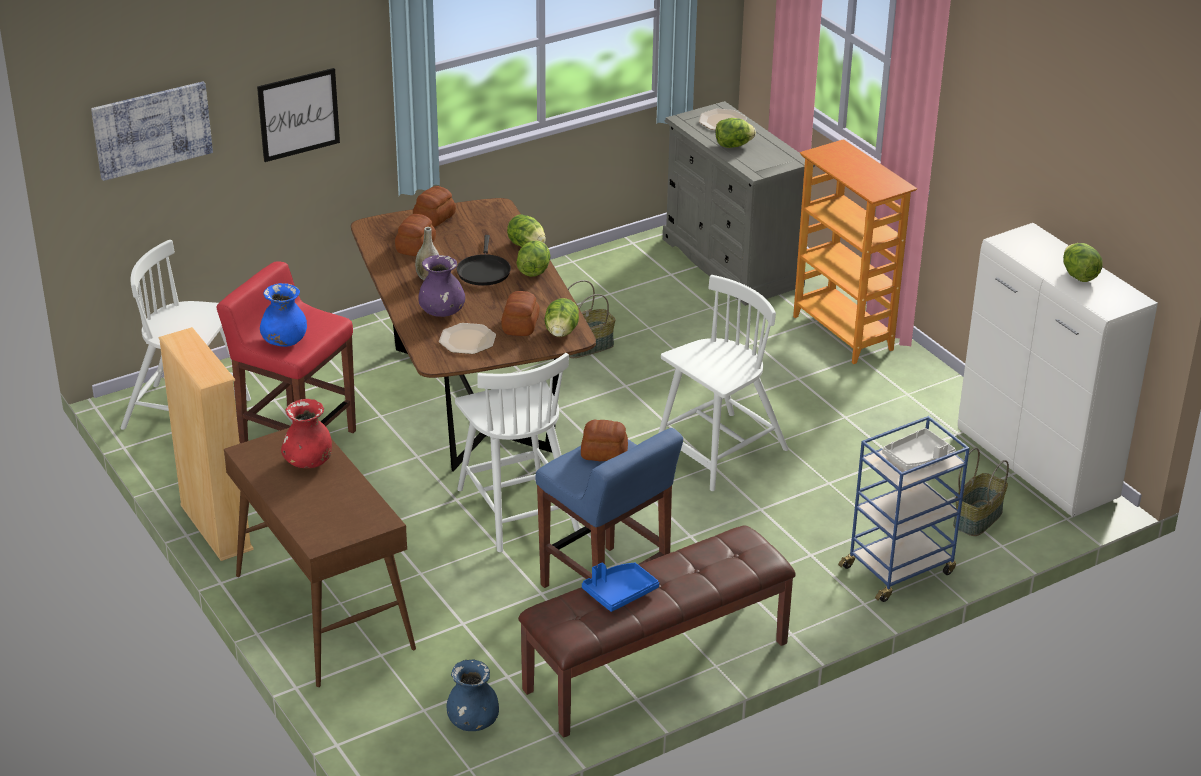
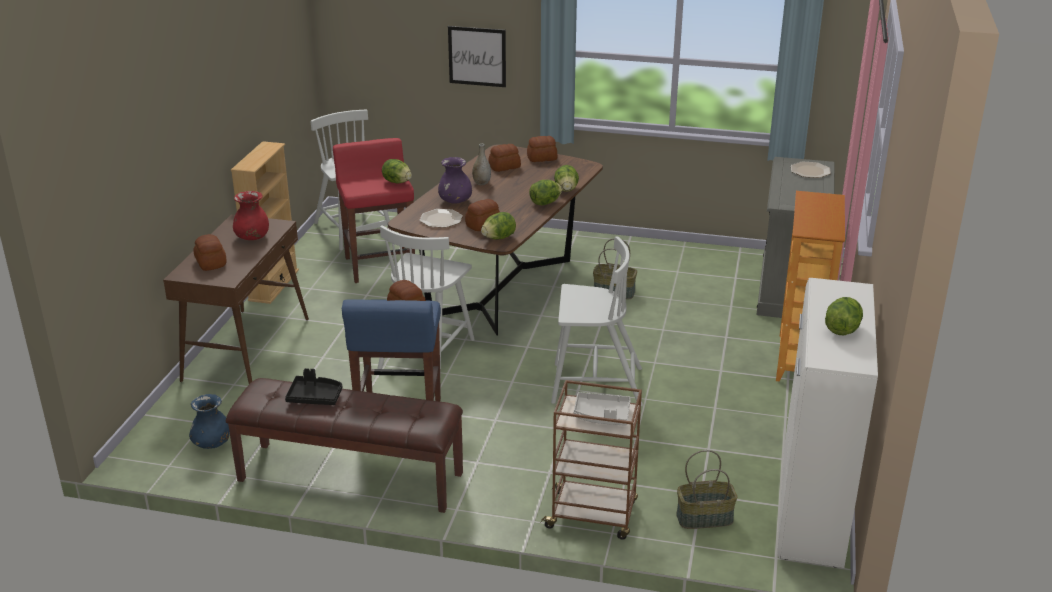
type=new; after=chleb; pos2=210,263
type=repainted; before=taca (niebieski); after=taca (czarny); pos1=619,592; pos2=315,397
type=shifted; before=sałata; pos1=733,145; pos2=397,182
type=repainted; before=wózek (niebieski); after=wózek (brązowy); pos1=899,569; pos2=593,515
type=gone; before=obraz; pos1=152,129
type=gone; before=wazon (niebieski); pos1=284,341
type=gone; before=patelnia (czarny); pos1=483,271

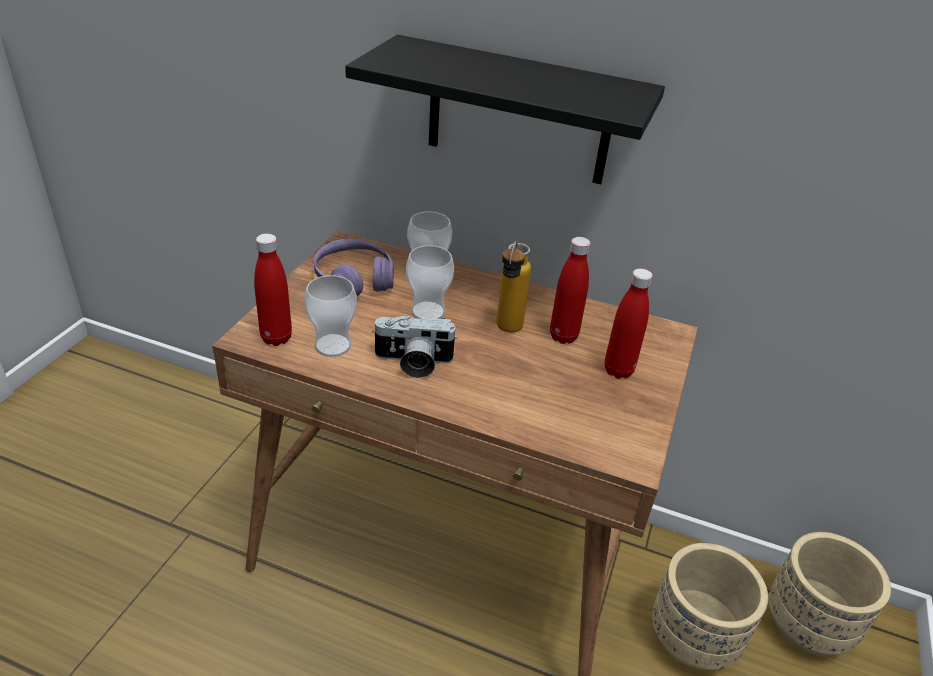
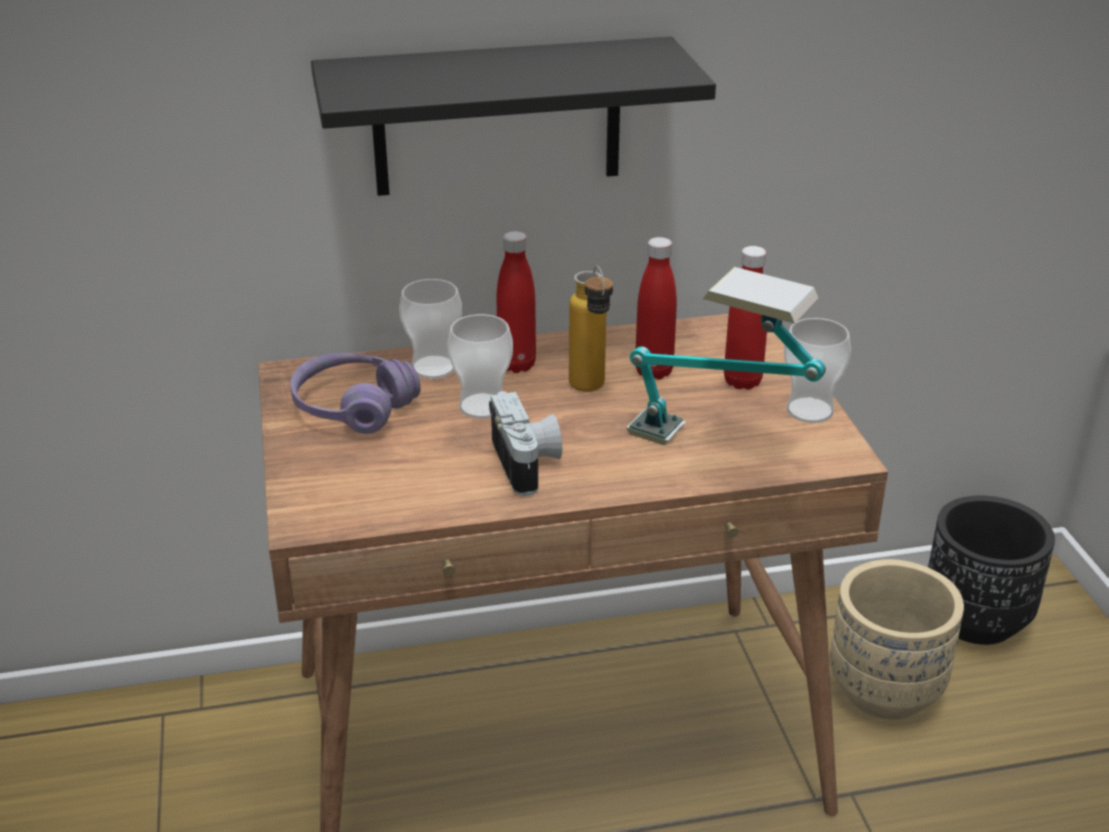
type=rotated; before=aparat fotograficzny; pos1=413,362; pos2=529,464; turn=-75
type=shifted; before=butelka (czerwony); pos1=276,338; pos2=517,365
type=new; after=lampa stołowa; pos2=718,450
type=shifted; before=filiżanka; pos1=332,345; pos2=809,411
type=repainted; before=donica (beżowy); after=donica (czarny); pos1=806,626; pos2=975,619

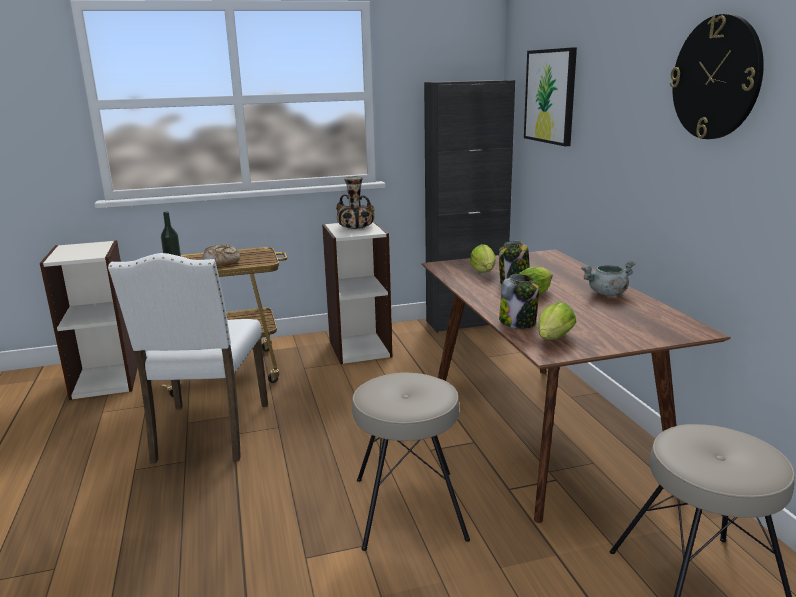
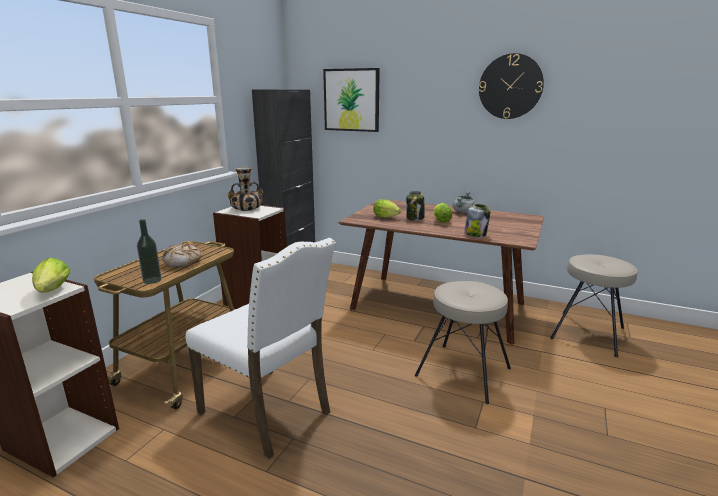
type=shifted; before=sałata; pos1=553,340; pos2=52,291

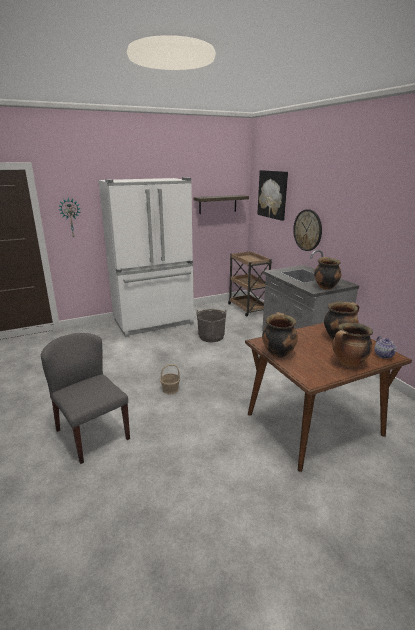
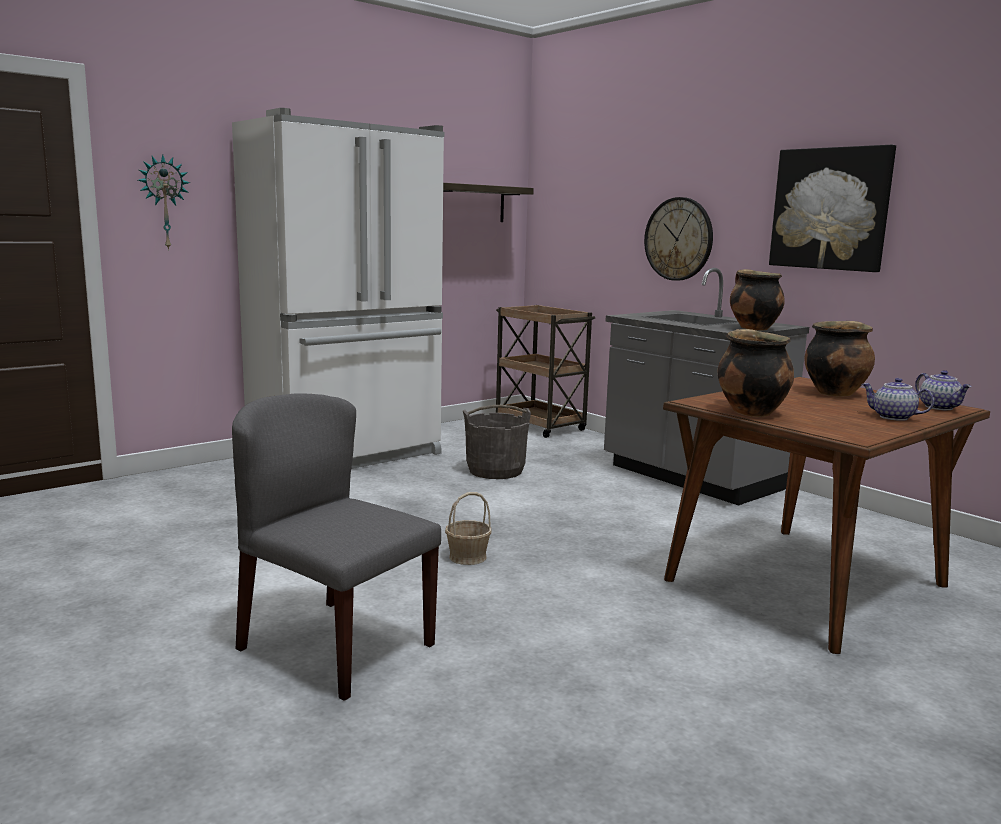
type=shifted; before=obraz; pos1=273,194; pos2=830,209
type=swapped; before=garnek; after=imbryk; pos1=348,363; pos2=892,417

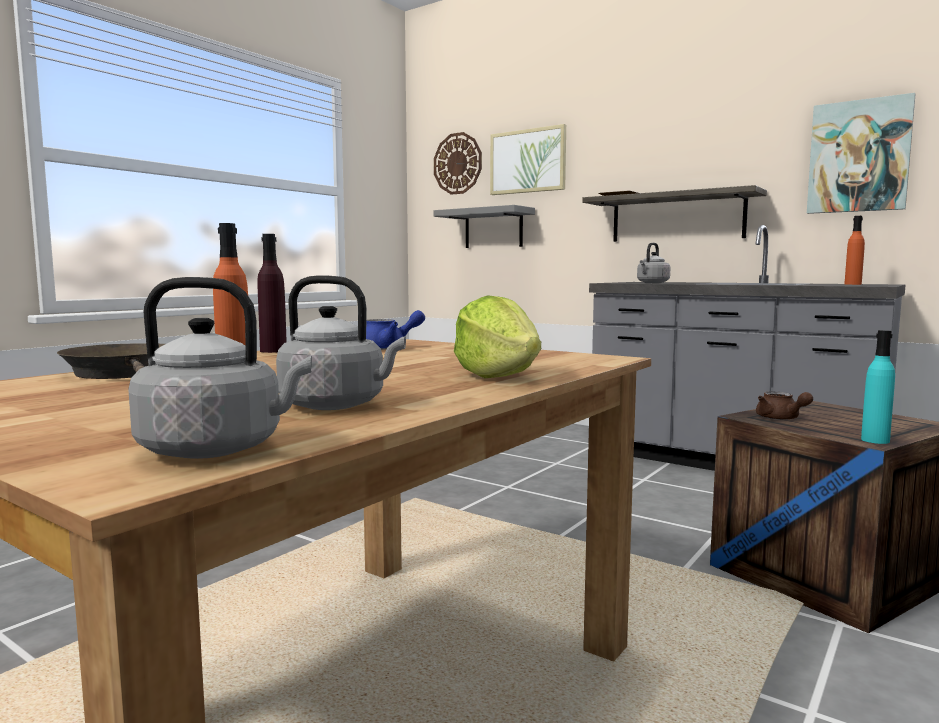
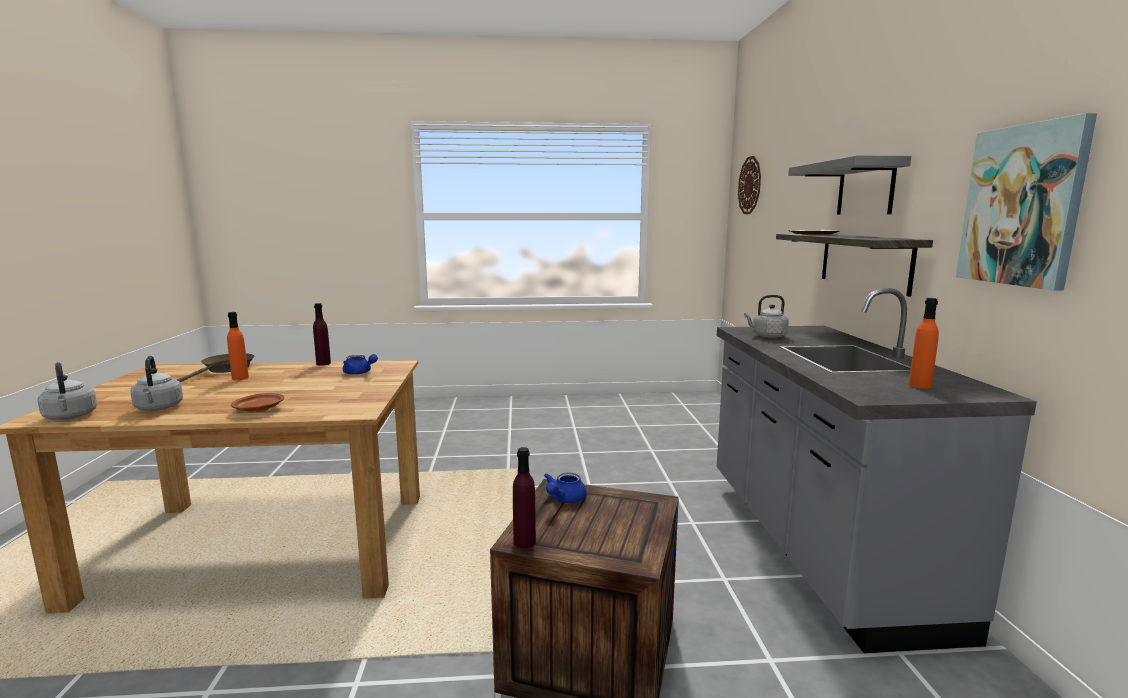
type=swapped; before=sałata; after=talerz (brązowy); pos1=498,376; pos2=259,409
type=repainted; before=butelka (turkusowy); after=butelka (fioletowy); pos1=875,440; pos2=524,542
type=repainted; before=imbryk (brązowy); after=imbryk (niebieski); pos1=780,418; pos2=564,499
type=shifted; before=półka (szary); pos1=493,228; pos2=865,188
type=gone; before=obraz; pos1=528,161

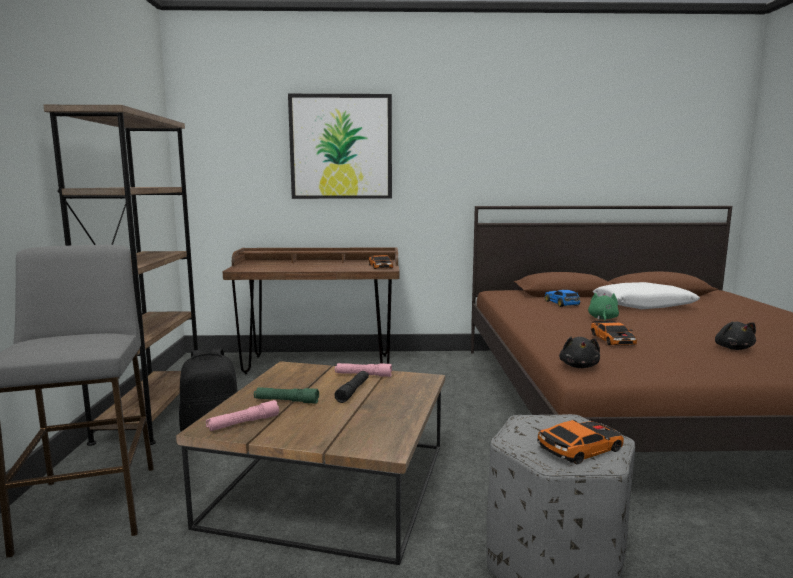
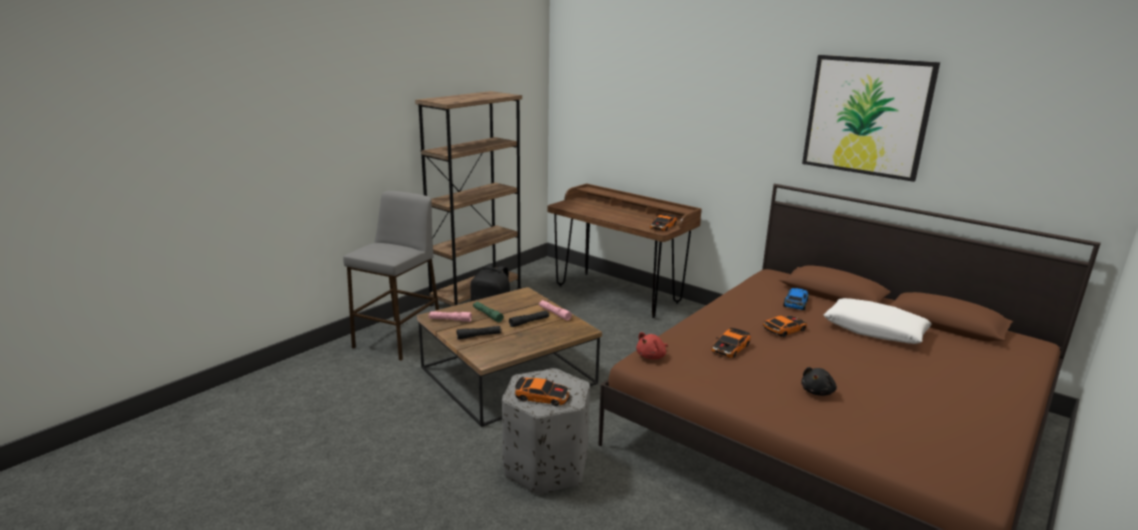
type=new; after=latarka (czarny); pos2=479,336
type=repainted; before=pluszak (czarny); after=pluszak (czerwony); pos1=579,366; pos2=652,356
type=swapped; before=pluszak (zielony); after=samochodzik; pos1=602,318; pos2=784,329
type=shifted; before=obraz; pos1=341,147; pos2=866,116

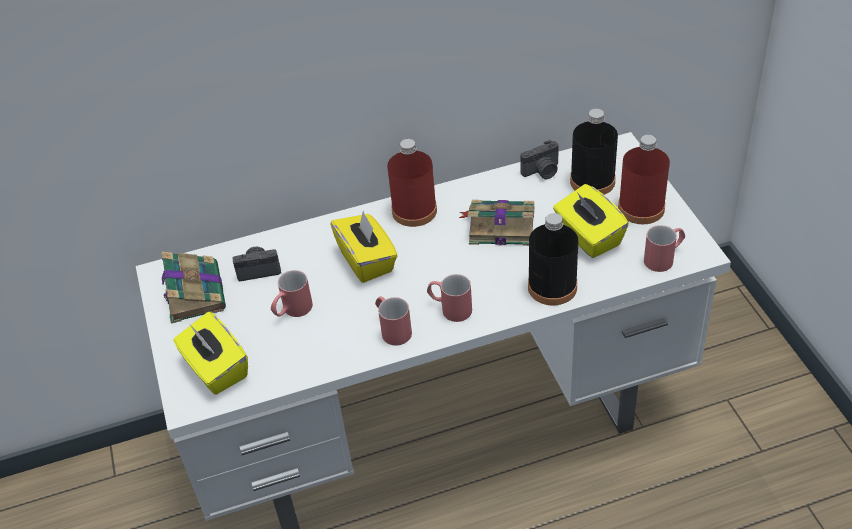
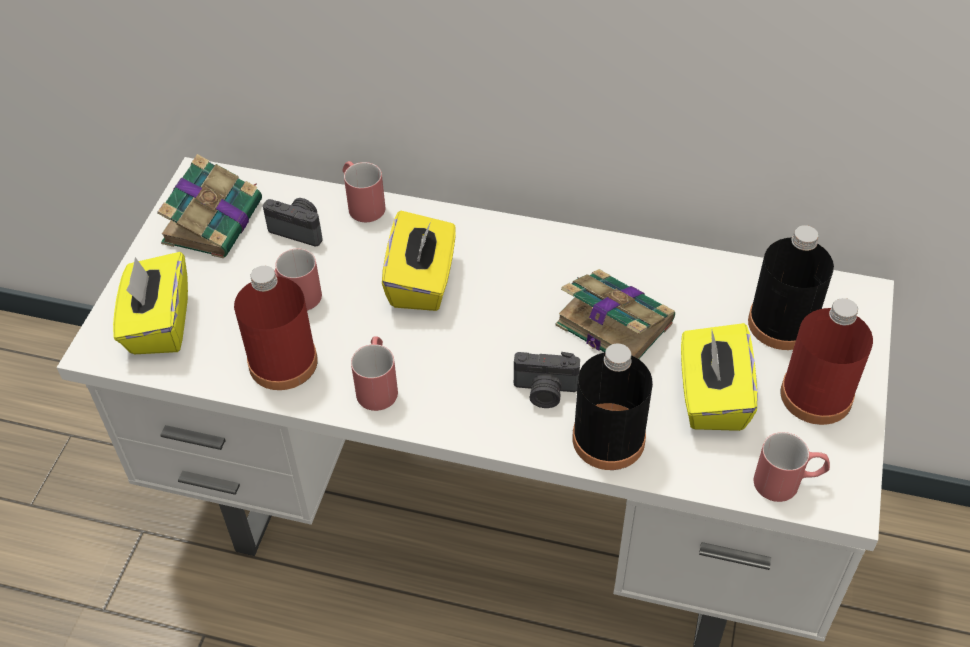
type=shifted; before=butelka (czerwony); pos1=414,211; pos2=283,362
type=shifted; before=kubek (czerwony); pos1=450,308; pos2=362,203
type=shifted; before=aparat fotograficzny; pos1=542,172; pos2=545,392

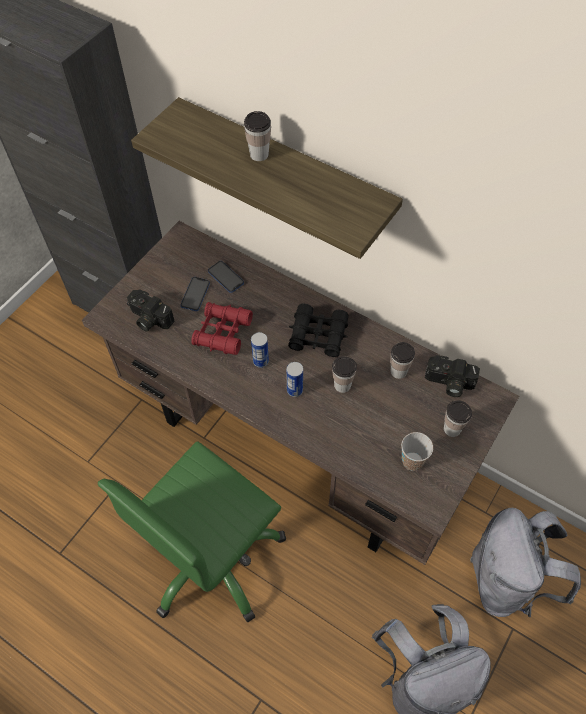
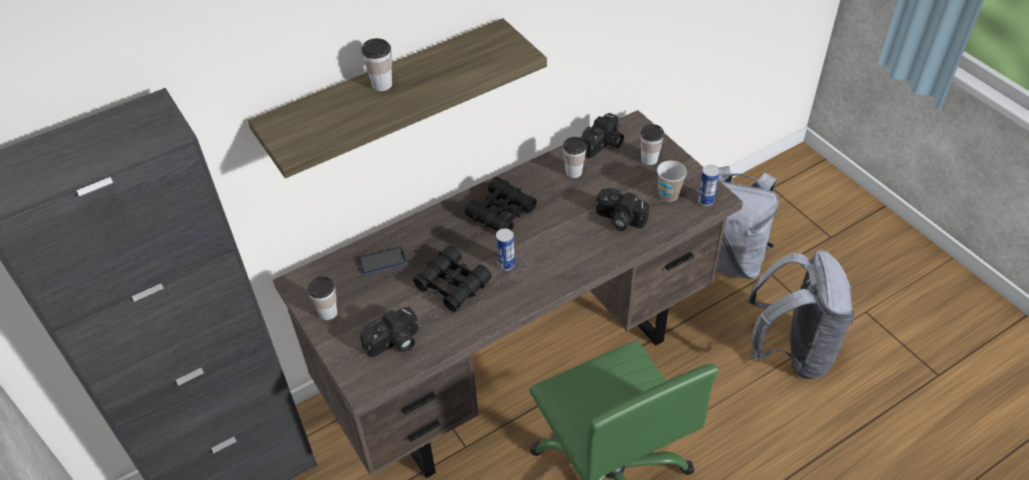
type=shifted; before=filiżanka; pos1=342,385; pos2=328,312
type=repainted; before=lornetka (czerwony); after=lornetka (czarny); pos1=222,332; pos2=452,285
type=new; after=aparat fotograficzny; pos2=618,220
type=shifted; before=puszka; pos1=294,390; pos2=705,201
type=gone; before=telefon; pos1=195,294

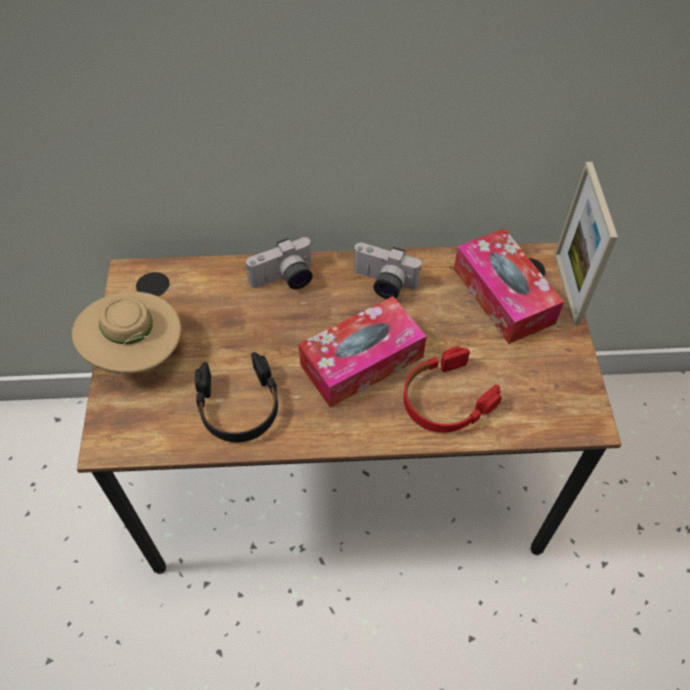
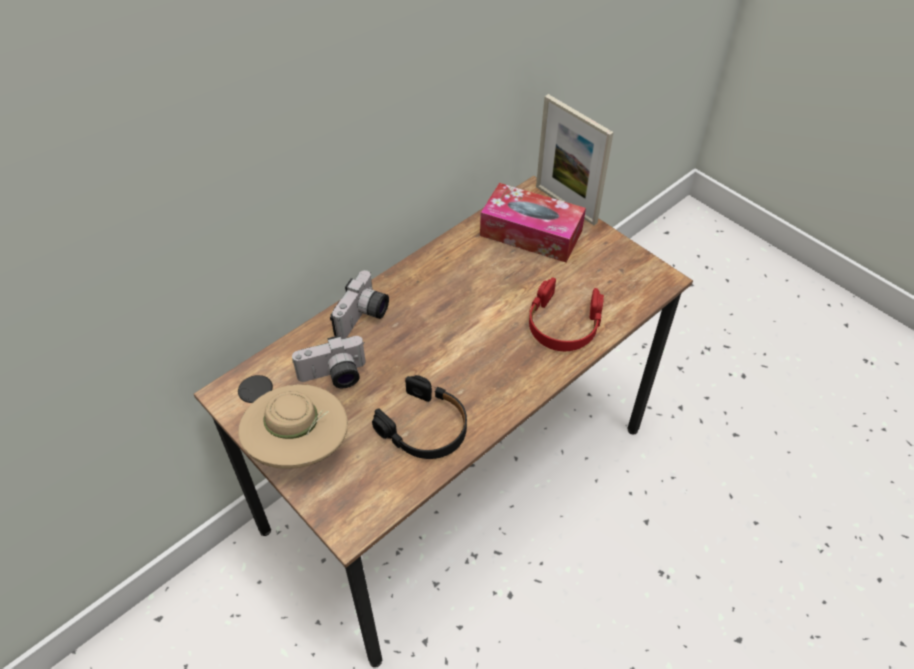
type=shifted; before=aparat fotograficzny; pos1=383,284; pos2=334,377
type=gone; before=pudełko chusteczek; pos1=361,361

